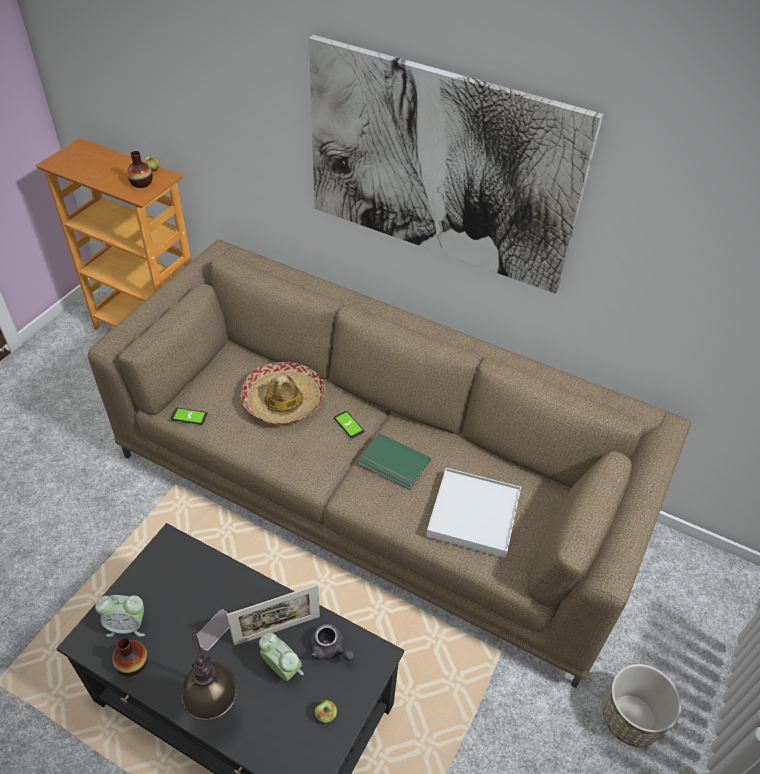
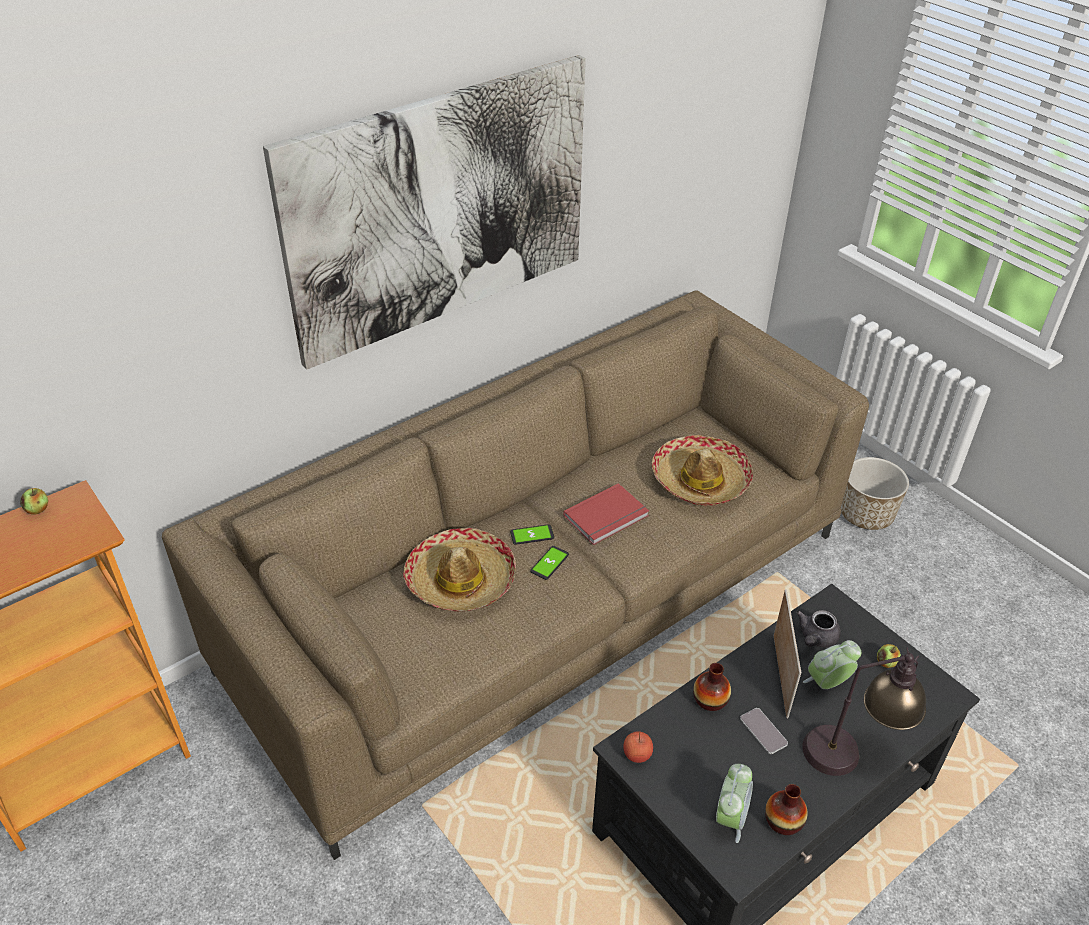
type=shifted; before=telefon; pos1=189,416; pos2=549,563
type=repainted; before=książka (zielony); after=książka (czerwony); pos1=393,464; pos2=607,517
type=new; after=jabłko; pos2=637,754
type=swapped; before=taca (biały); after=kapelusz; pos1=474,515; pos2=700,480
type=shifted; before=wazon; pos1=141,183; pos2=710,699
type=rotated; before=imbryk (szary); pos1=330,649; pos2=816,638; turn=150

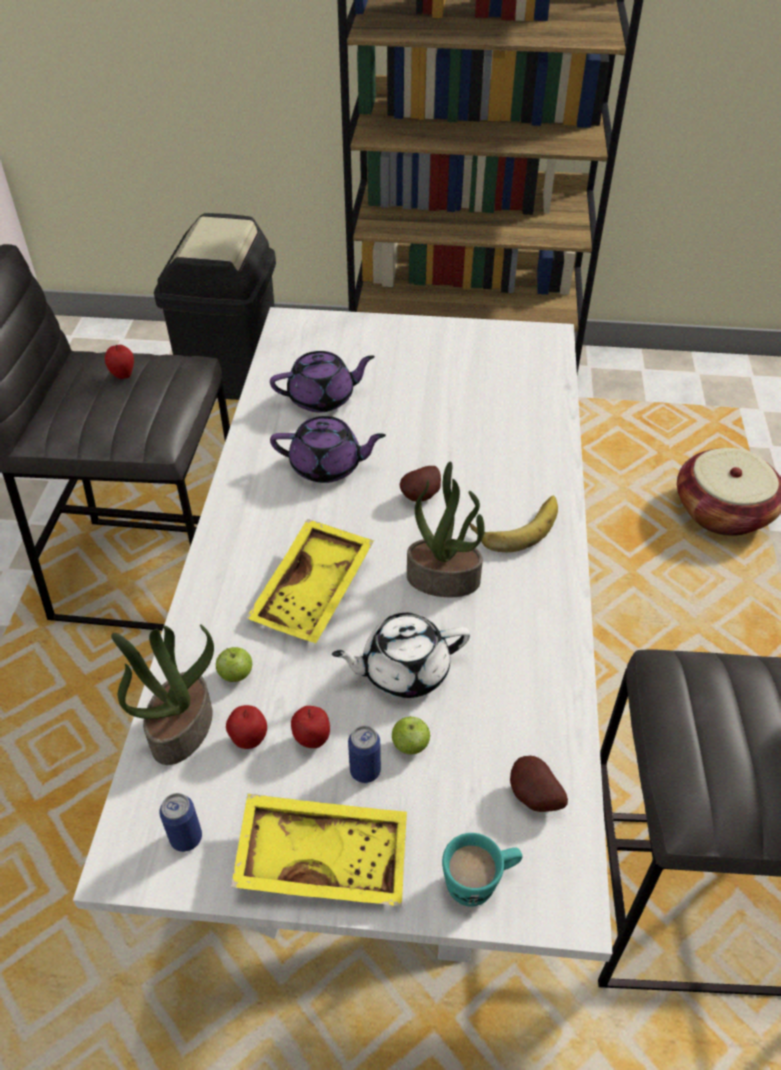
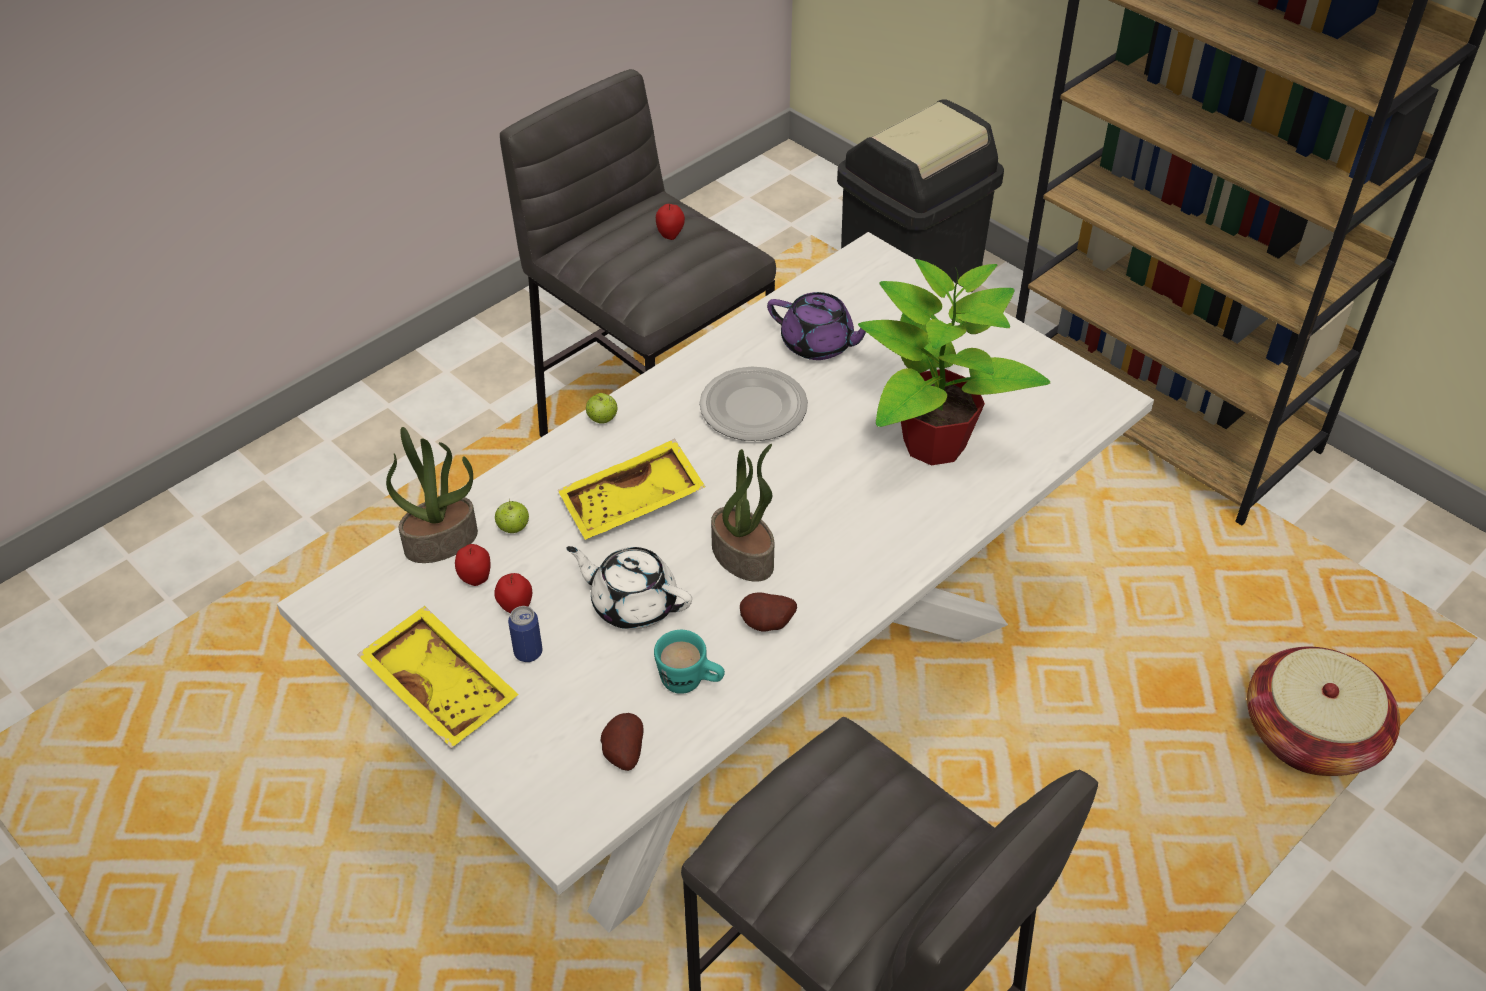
type=shifted; before=jabłko; pos1=410,745; pos2=602,419
type=shifted; before=kubek (turkusowy); pos1=480,882; pos2=690,682
type=swapped; before=imbryk (fioletowy); after=talerz; pos1=327,466; pos2=755,407
type=shifted; before=ziemniak; pos1=422,496; pos2=767,625
type=new; after=roślina doniczkowa; pos2=932,443
type=gone; before=puszka; pos1=186,838
type=gone; before=banan; pos1=516,525

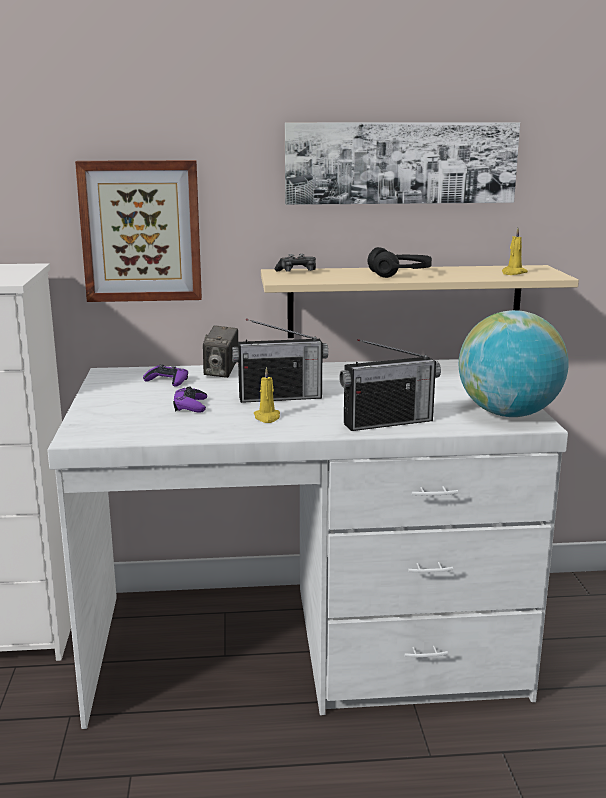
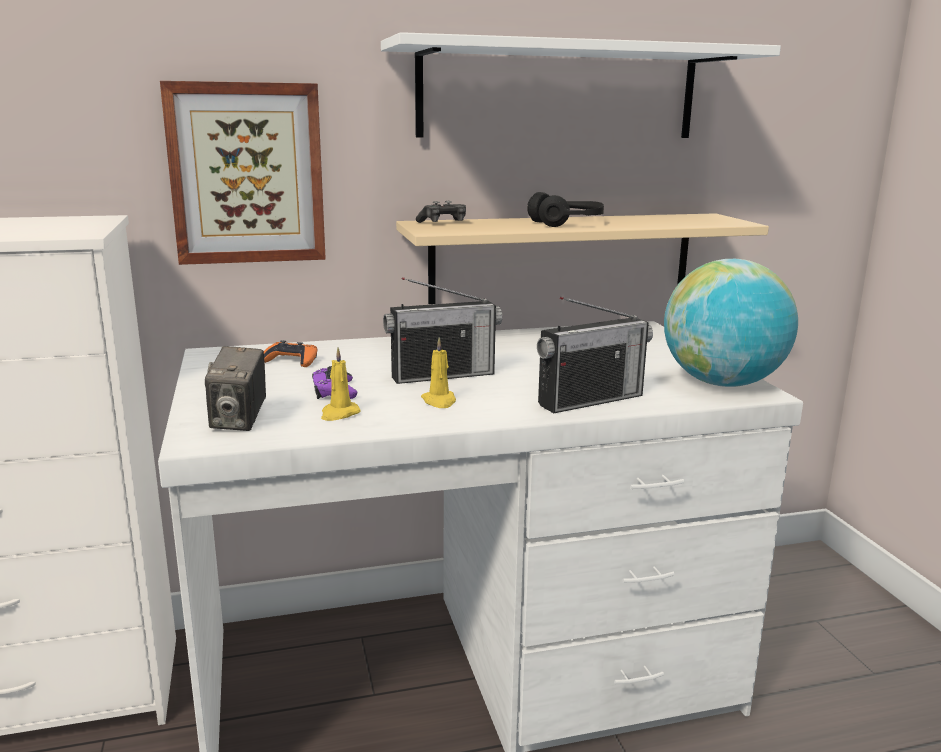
type=shifted; before=aparat fotograficzny; pos1=221,372; pos2=239,421
type=repainted; before=pad do gier (fioletowy); after=pad do gier (pomarańczowy); pos1=167,381; pos2=291,361
type=shifted; before=świeca (żółty); pos1=513,273; pos2=339,414
type=swapped; before=obraz; after=półka (biały); pos1=400,163; pos2=559,92

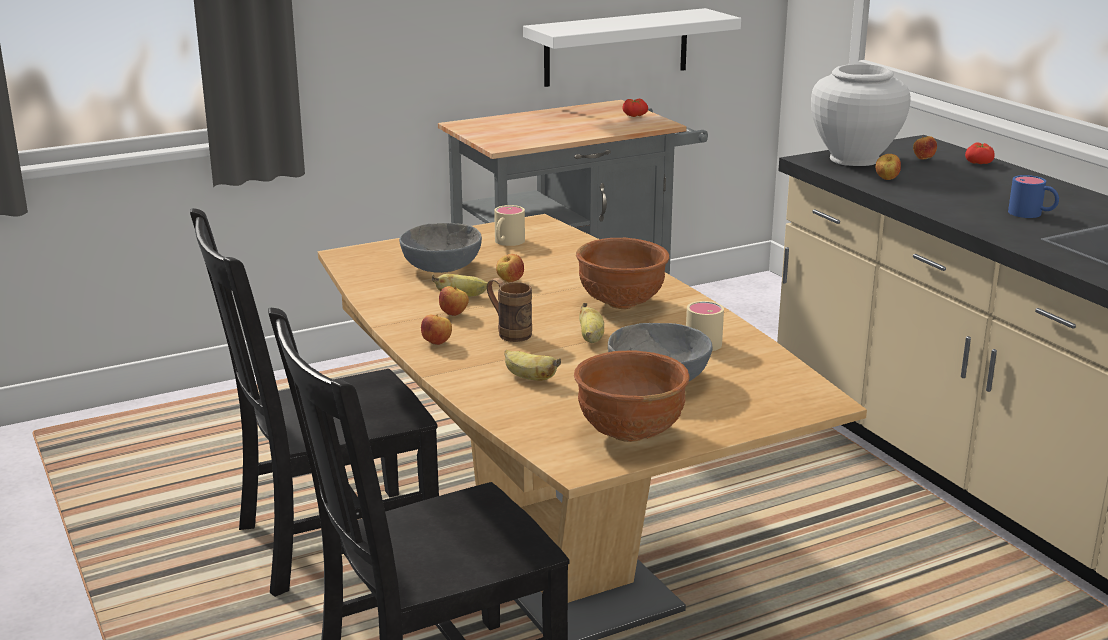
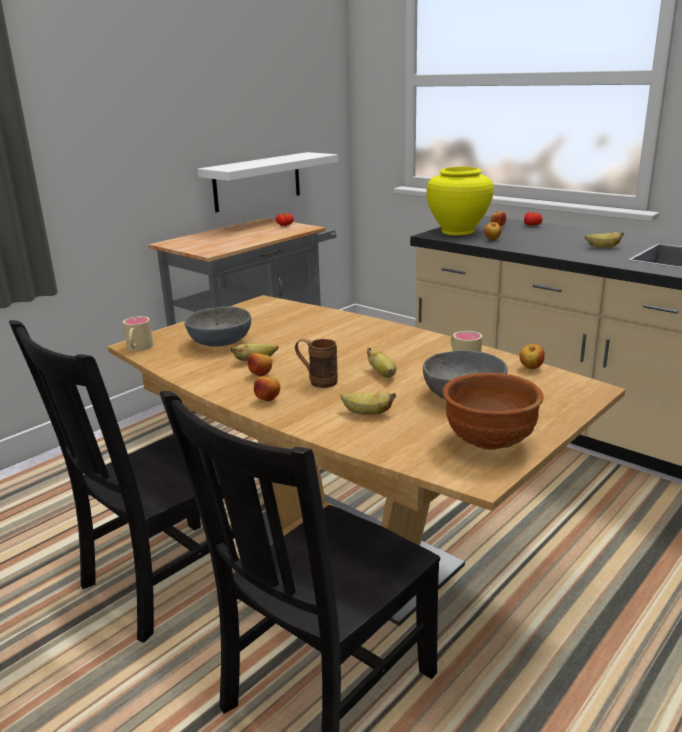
type=shifted; before=kubek (beżowy); pos1=506,243; pos2=138,348
type=repainted; before=wazon (biały); after=wazon (żółty); pos1=854,159; pos2=458,231
type=shifted; before=jabłko; pos1=510,281; pos2=530,368
type=swapped; before=kubek (niebieski); after=banan; pos1=1032,214; pos2=602,247
type=gone; before=miska (brązowy); pos1=622,304

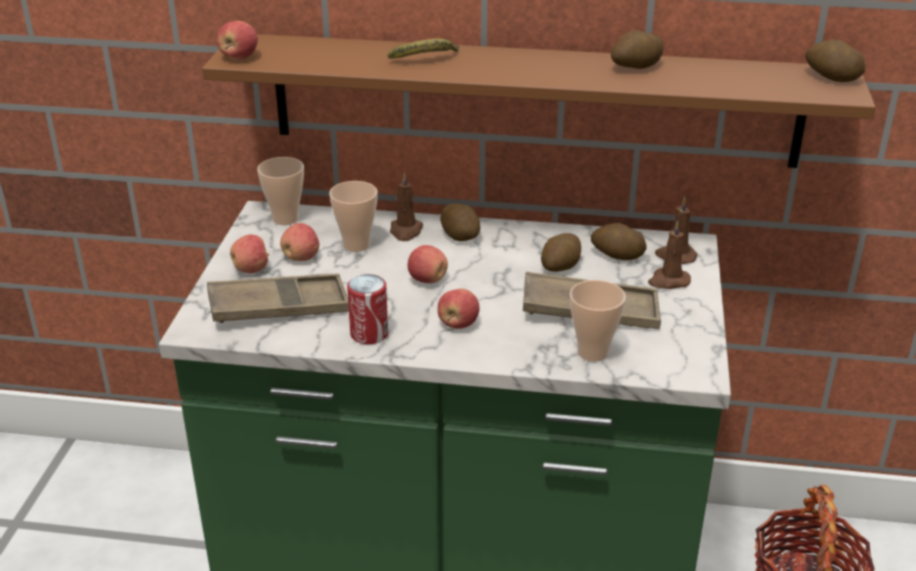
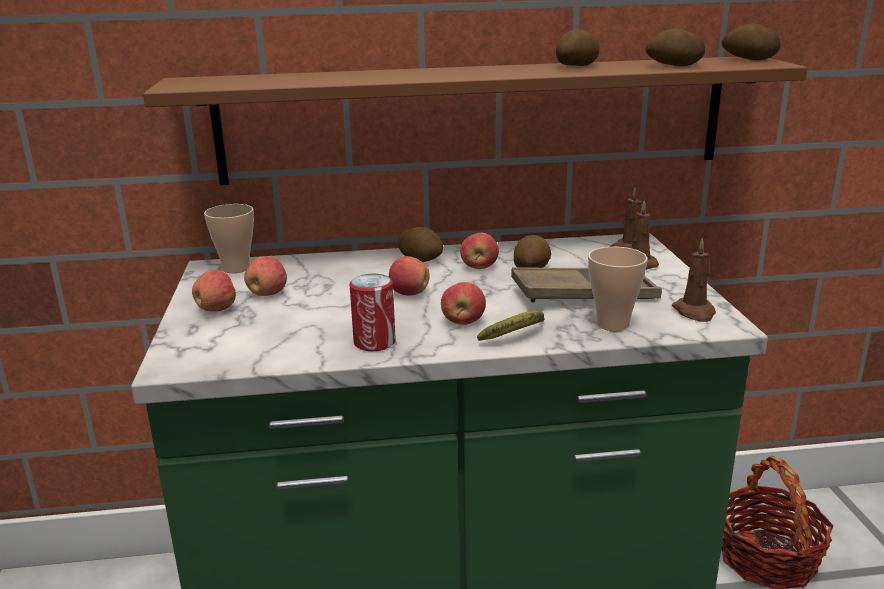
type=shifted; before=jabłko; pos1=239,57; pos2=479,267
type=shifted; before=banan; pos1=427,59; pos2=517,335
type=shifted; before=ziemniak; pos1=617,256; pos2=673,66
type=shifted; before=świeca (brązowy); pos1=405,231; pos2=694,312
type=gone; before=taca (brązowy); pos1=279,307
type=gone; before=filiżanka; pos1=356,245

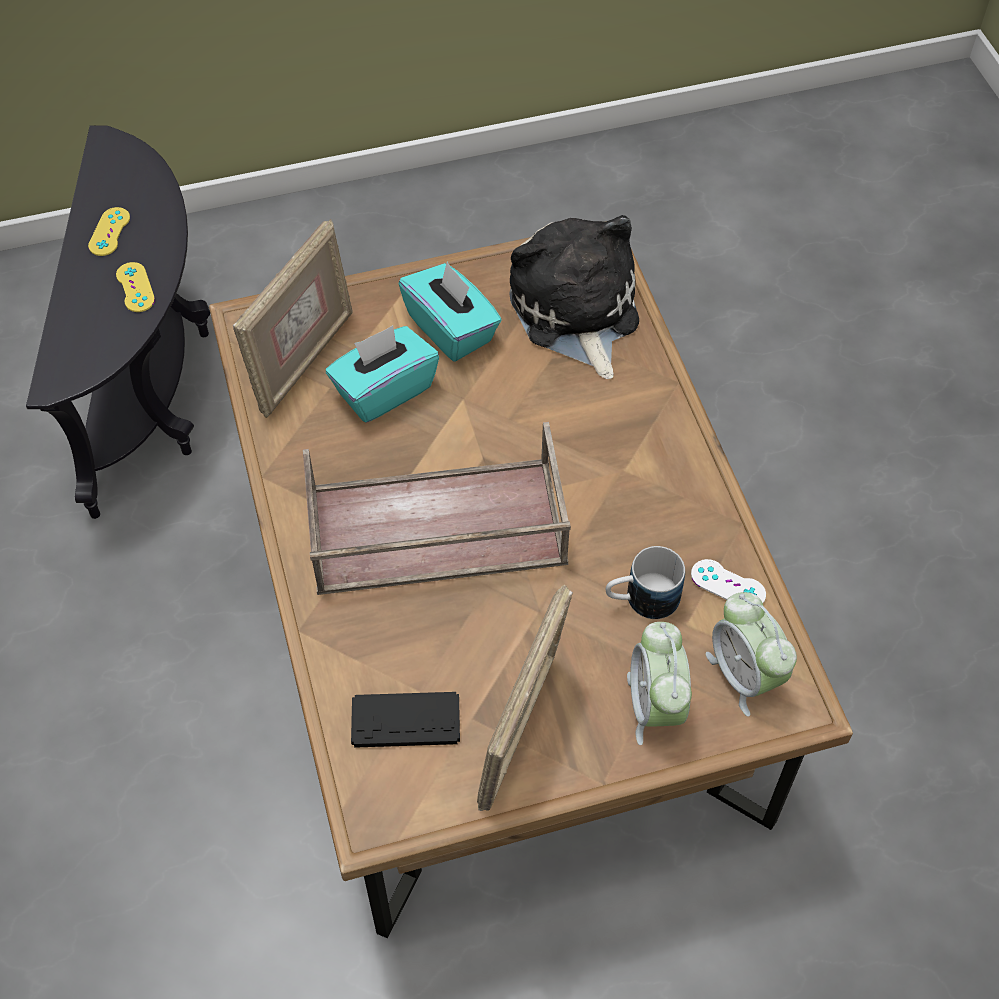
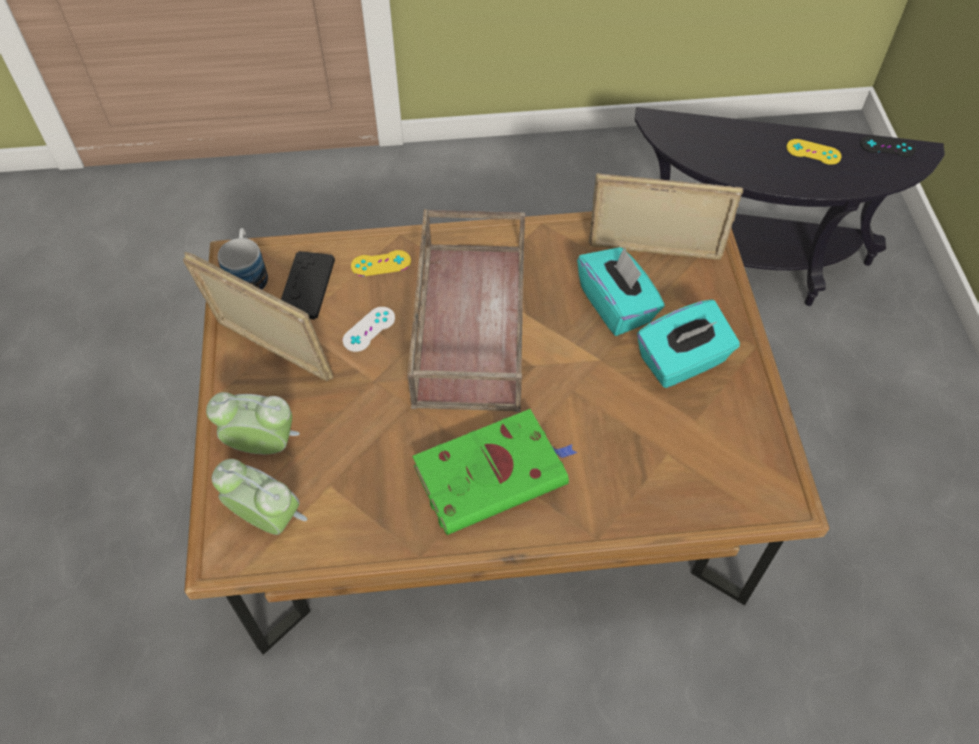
type=rotated; before=budzik; pos1=744,675; pos2=267,519; turn=45
type=shifted; before=kubek; pos1=641,600; pos2=248,274
type=shifted; before=pad do gier (biały); pos1=728,584; pos2=369,329
type=shifted; before=pad do gier (żółty); pos1=135,287; pos2=381,263
type=new; after=książka (zielony); pos2=494,474
type=rotated; before=ramka na zdjęcie; pos1=303,361; pos2=654,254; turn=150
type=new; after=pad do gier (czarny); pos2=887,147
type=gone; before=pluszak; pos1=575,312

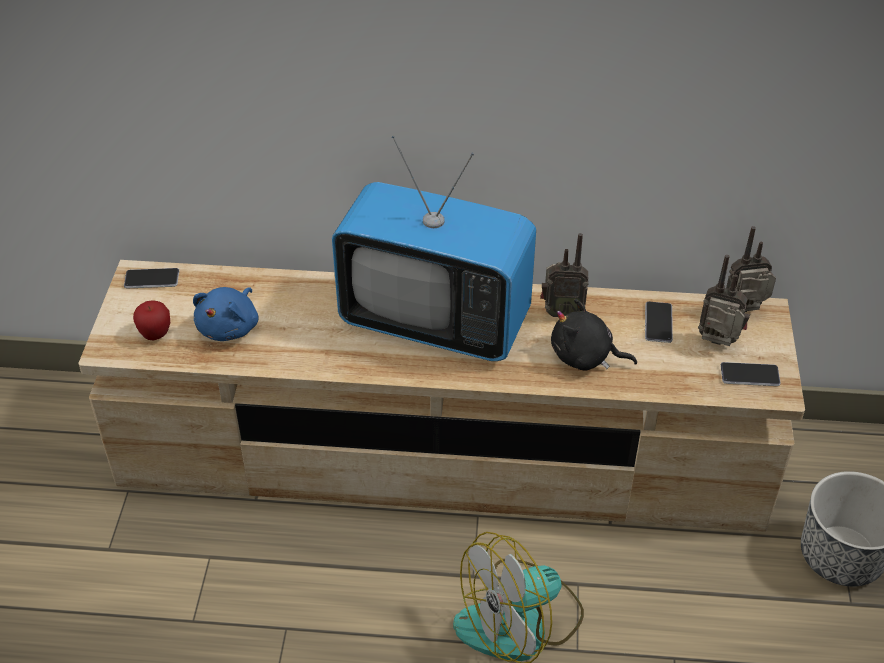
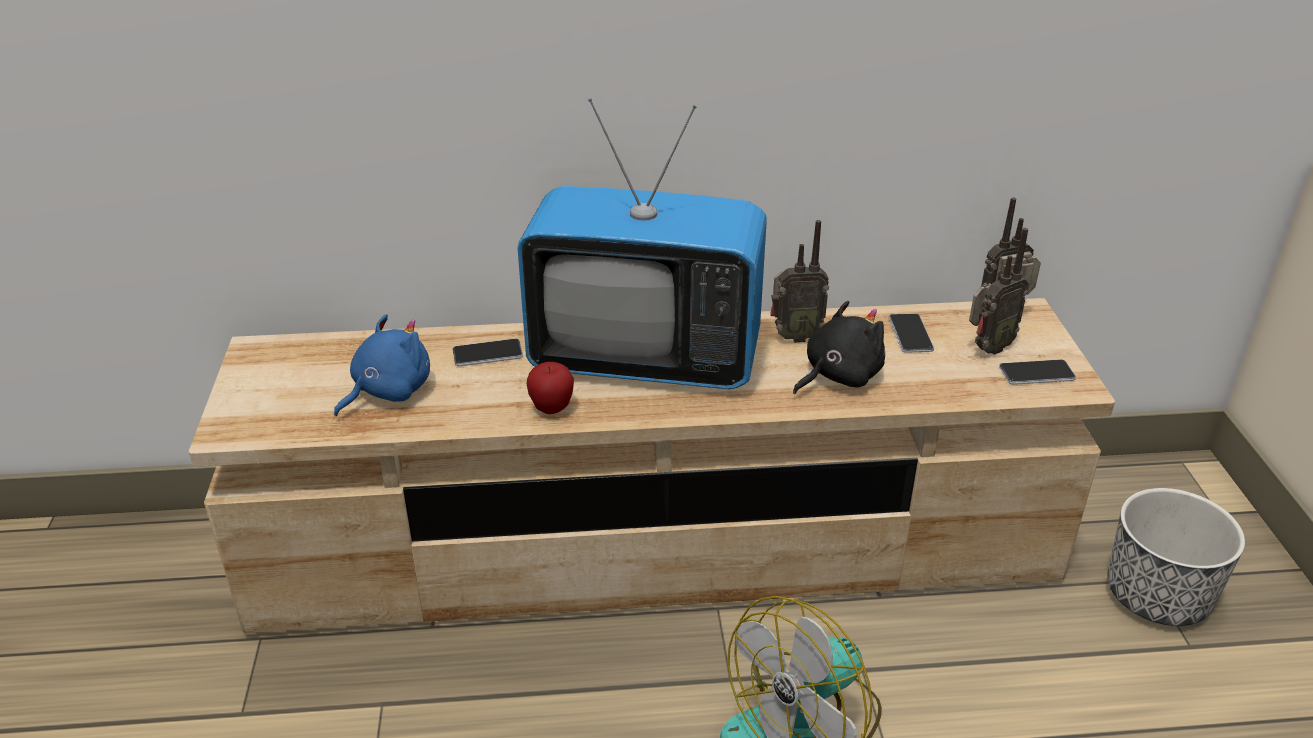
type=rotated; before=pluszak (niebieski); pos1=230,327; pos2=388,391; turn=-150
type=shifted; before=telefon; pos1=152,279; pos2=487,354
type=shifted; before=jabłko; pos1=155,335; pos2=552,409
type=rotated; before=pluszak (czarny); pos1=585,357; pos2=838,376; turn=135
type=rotated; before=radio; pos1=718,345; pos2=987,348; turn=135

